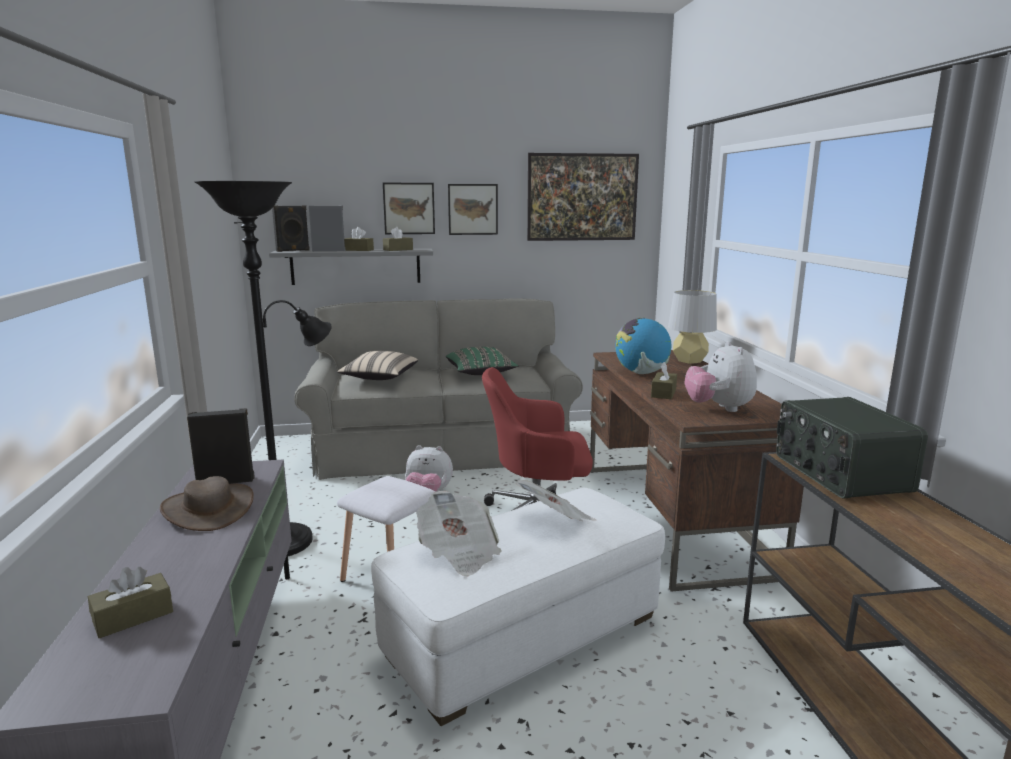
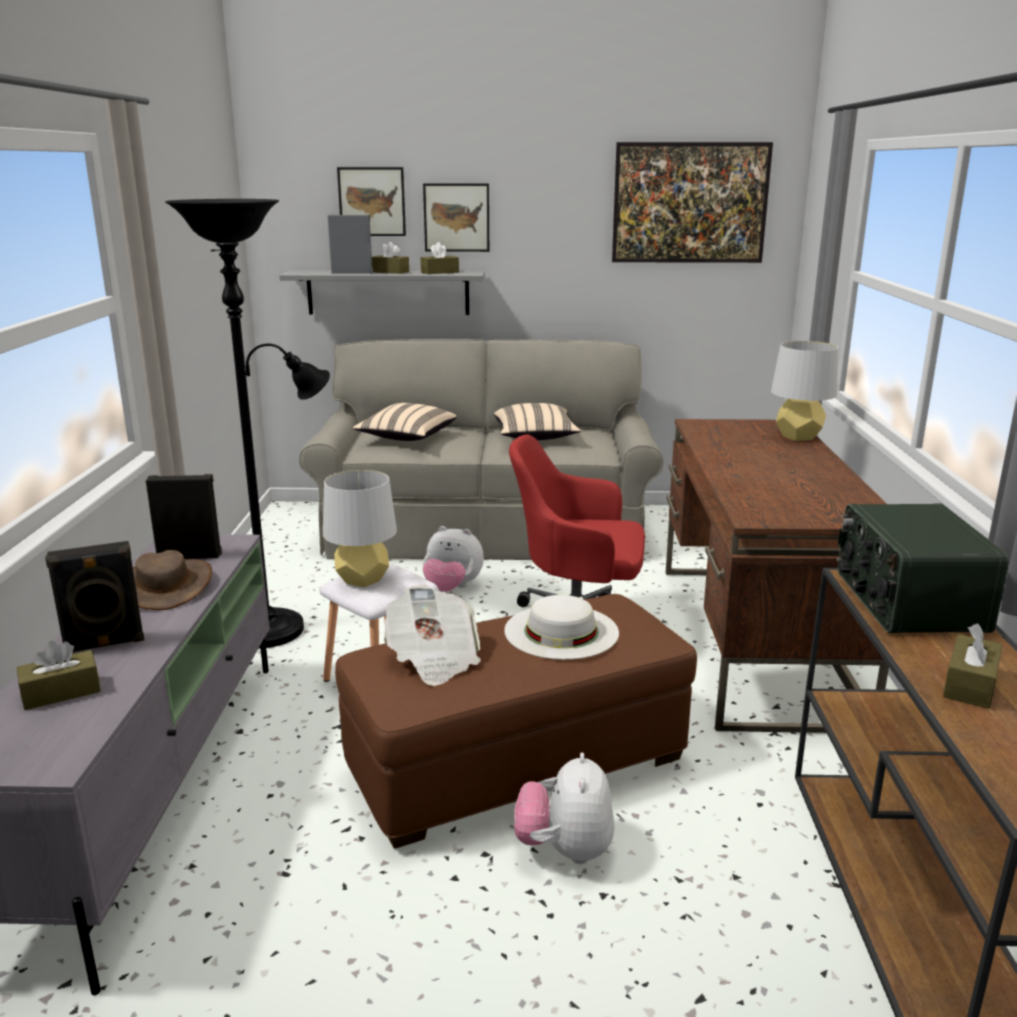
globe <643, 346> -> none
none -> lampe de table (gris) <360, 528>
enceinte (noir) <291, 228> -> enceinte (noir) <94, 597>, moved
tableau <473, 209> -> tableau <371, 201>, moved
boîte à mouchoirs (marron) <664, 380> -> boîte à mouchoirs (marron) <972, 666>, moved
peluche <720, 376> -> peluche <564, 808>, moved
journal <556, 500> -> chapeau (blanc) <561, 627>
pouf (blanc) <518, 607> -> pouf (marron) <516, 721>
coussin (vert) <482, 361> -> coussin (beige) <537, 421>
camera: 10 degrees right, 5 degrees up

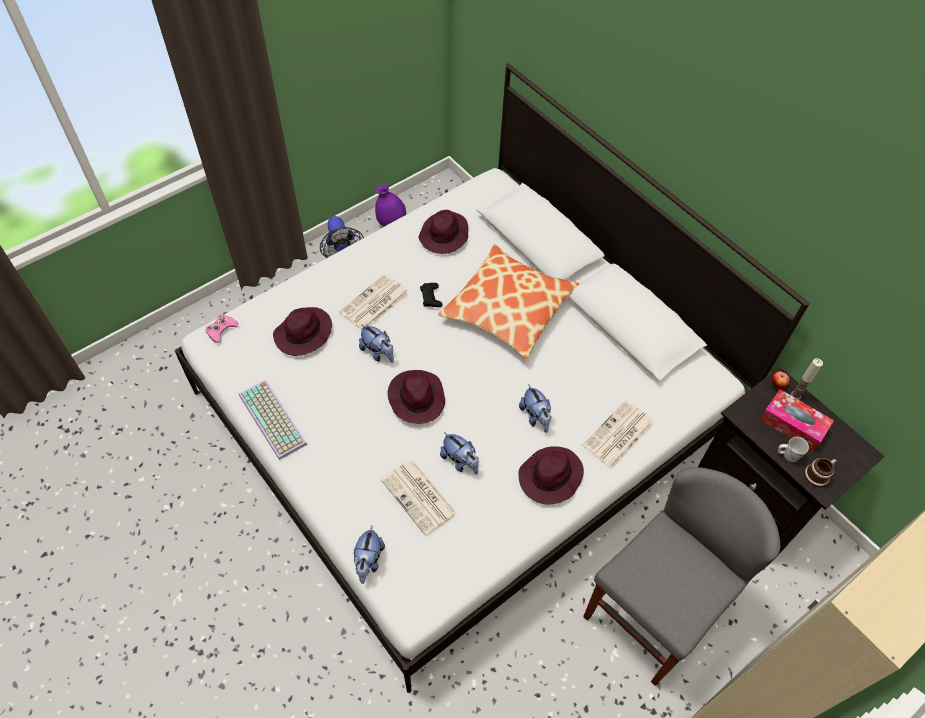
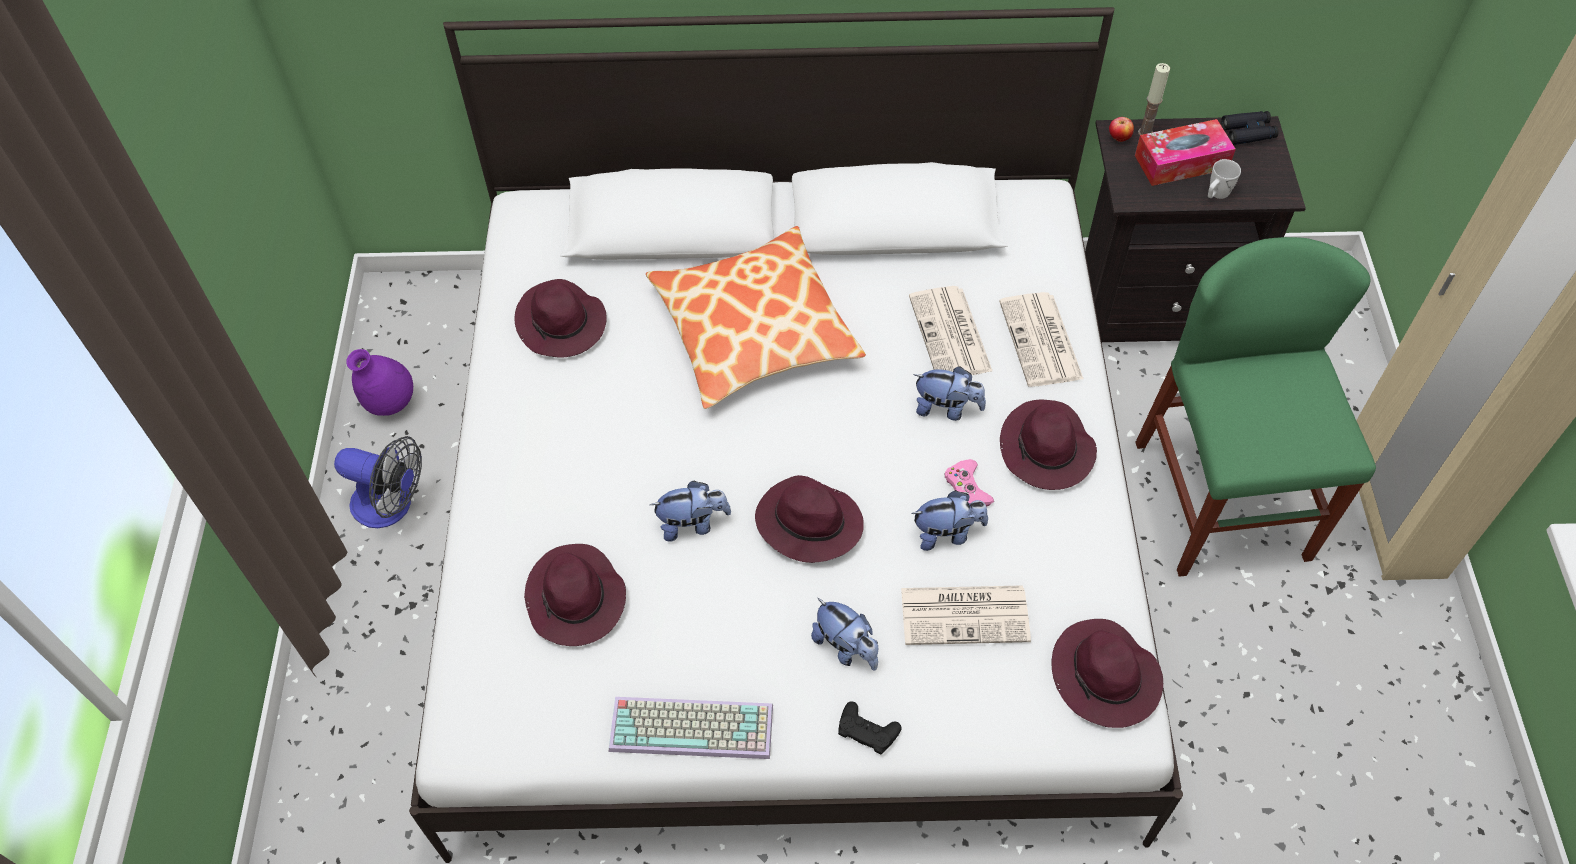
mug <820, 472> -> none
none -> chapeau (violet) <1107, 673>
none -> jumelles (noir) <1249, 128>
manette (rose) <222, 329> -> manette (rose) <969, 482>, moved
journal <374, 302> -> journal <951, 330>, moved
peluche <369, 555> -> peluche <844, 634>, moved
manette (noir) <431, 295> -> manette (noir) <870, 728>, moved
chaise (gris) <681, 576> -> chaise (vert) <1255, 407>
camera: 50 degrees left, 0 degrees up

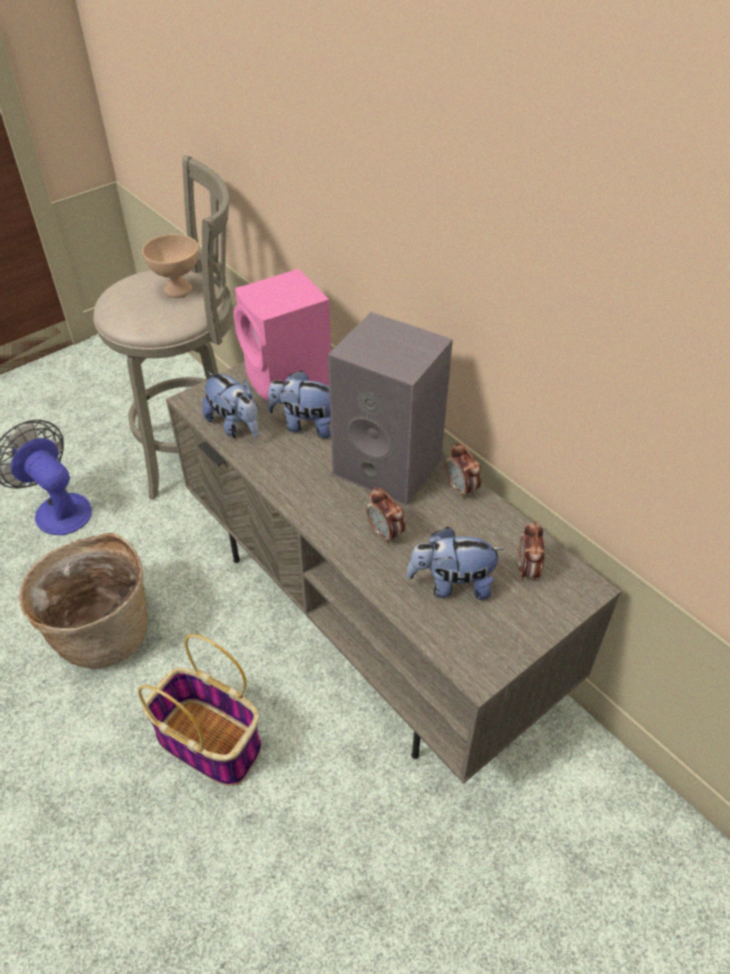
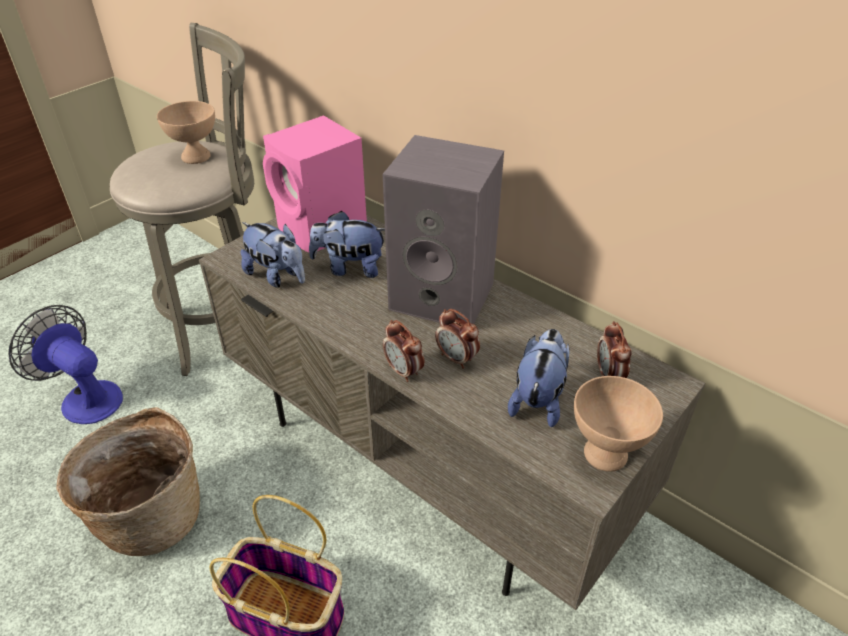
none -> bol (beige) <618, 424>
réveil <463, 471> -> réveil <403, 351>, moved
peluche <455, 563> -> peluche <539, 378>, 120 degrees clockwise
camera: 10 degrees left, 5 degrees down

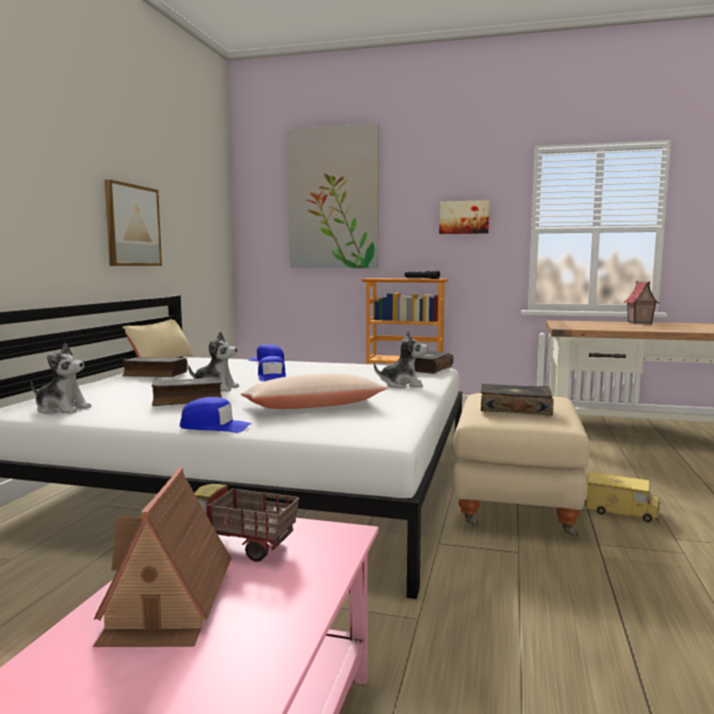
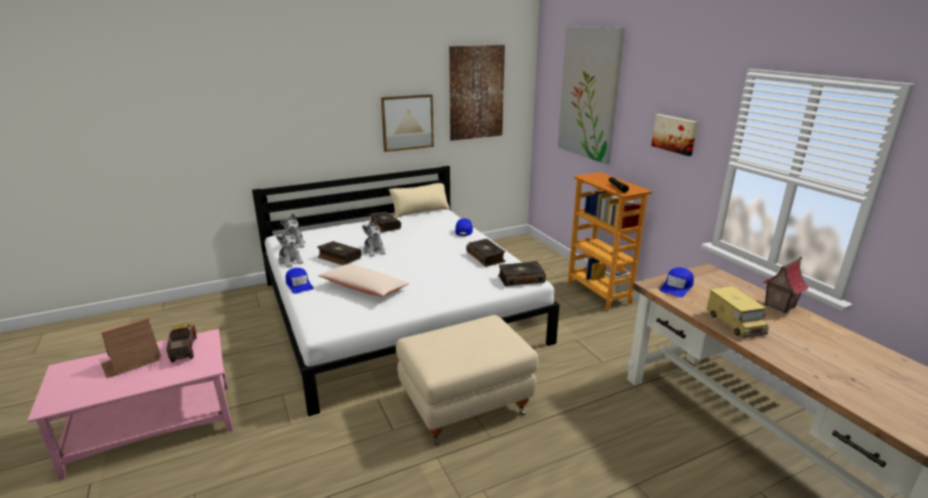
none -> tableau <477, 93>
casquette (bleu) <272, 368> -> casquette (bleu) <677, 282>, moved
peluche <401, 359> -> peluche <289, 247>, moved
livre <517, 400> -> livre <486, 253>, moved
camion jouet <623, 497> -> camion jouet <738, 312>, moved
camera: 50 degrees right, 15 degrees up

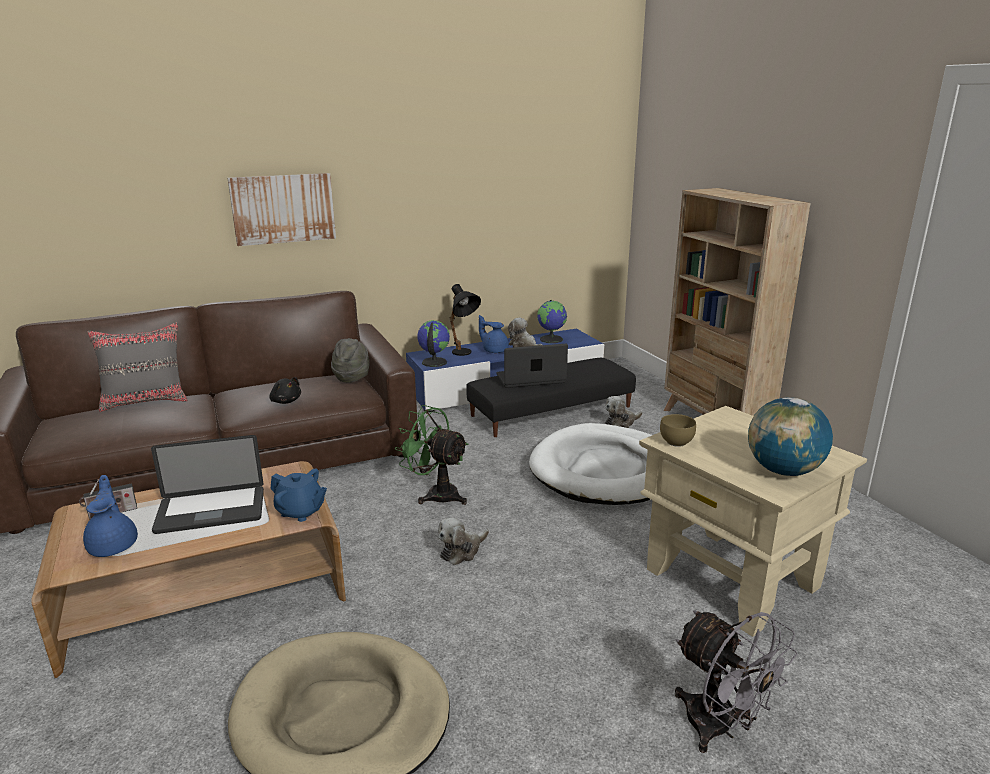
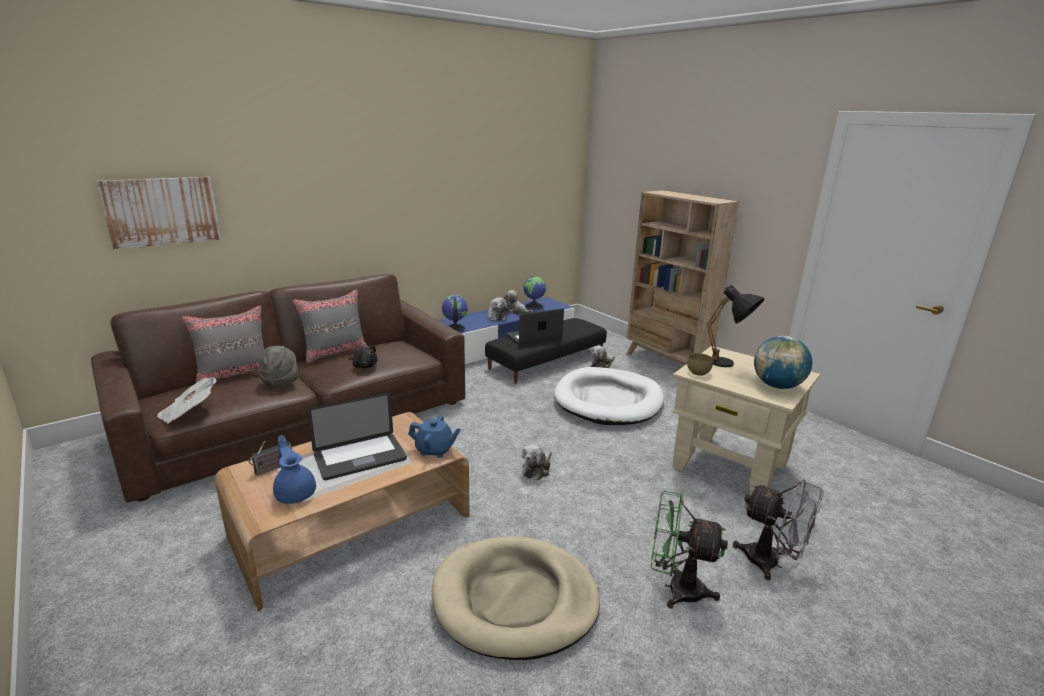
none -> journal <187, 400>
none -> coussin (gris) <330, 327>
tableau <282, 209> -> tableau <159, 213>, moved
chapeau (gris) <350, 360> -> chapeau (gris) <278, 367>, moved
ventilateur (vert) <432, 455> -> ventilateur (vert) <689, 550>, moved
lampe de table (noir) <465, 320> -> lampe de table (noir) <735, 326>, moved
théière (bleu) <494, 334> -> peluche <498, 309>
camera: 15 degrees left, 0 degrees up

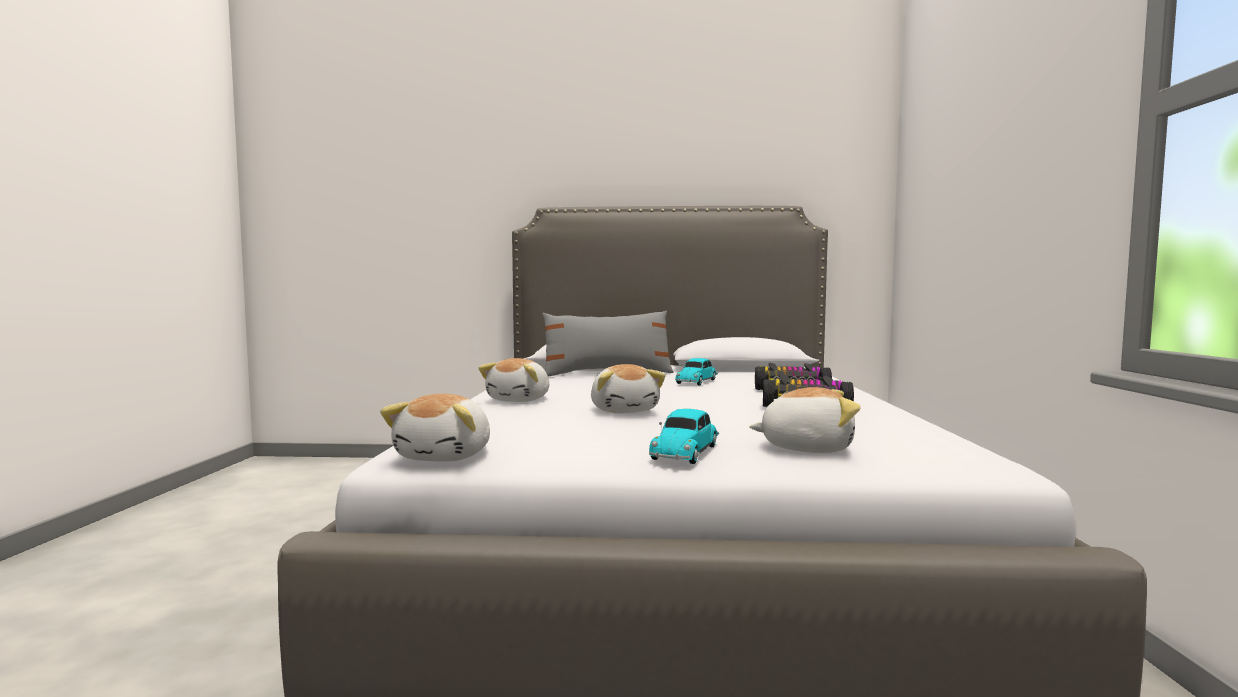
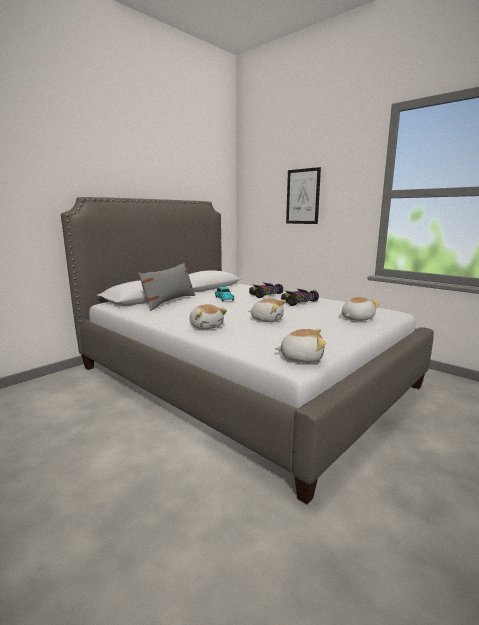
petite voiture <684, 436> -> none
none -> tableau <303, 195>
peluche <435, 428> -> peluche <300, 345>, 45 degrees counterclockwise
camera: 50 degrees left, 10 degrees up

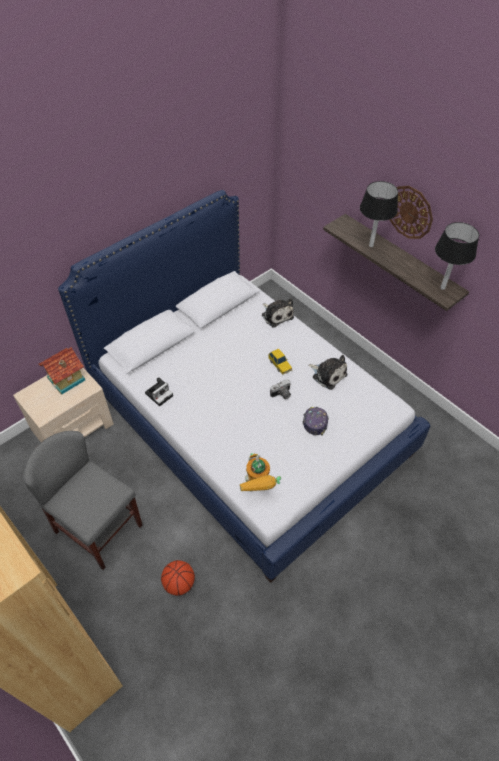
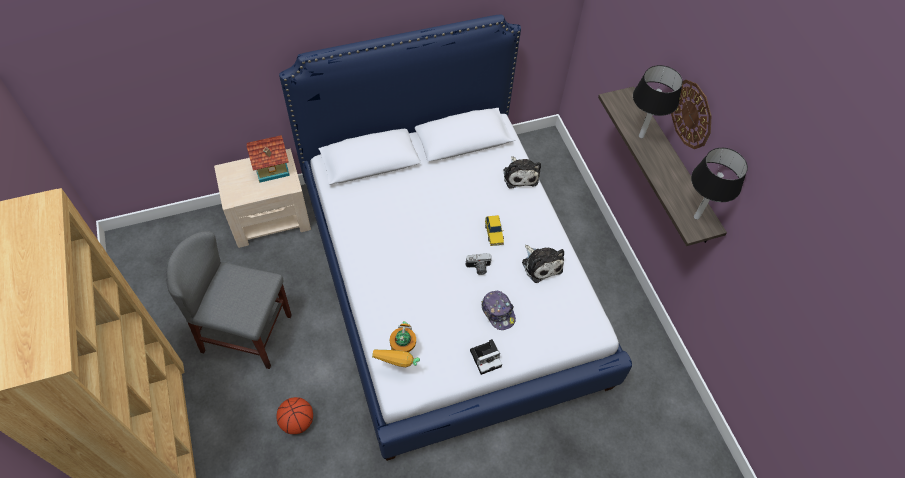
appareil photo <159, 391> -> appareil photo <486, 357>, moved
chaise (gris) <83, 500> -> chaise (gris) <229, 300>, 45 degrees counterclockwise
casquette <316, 421> -> casquette <498, 310>, 120 degrees clockwise
camera: 20 degrees right, 5 degrees up

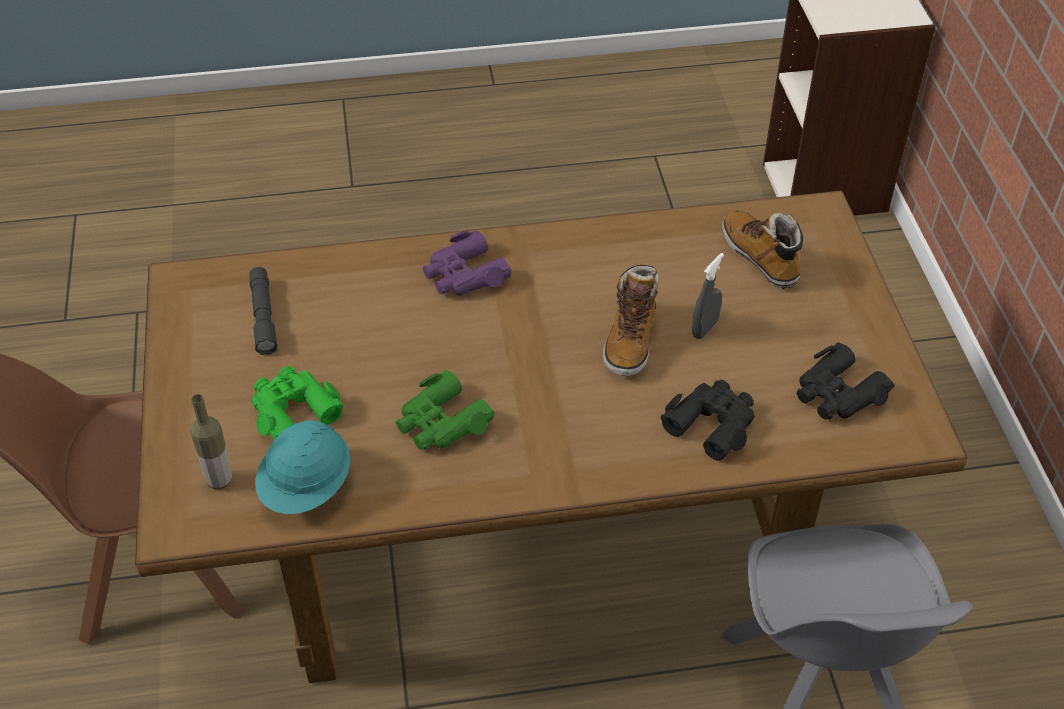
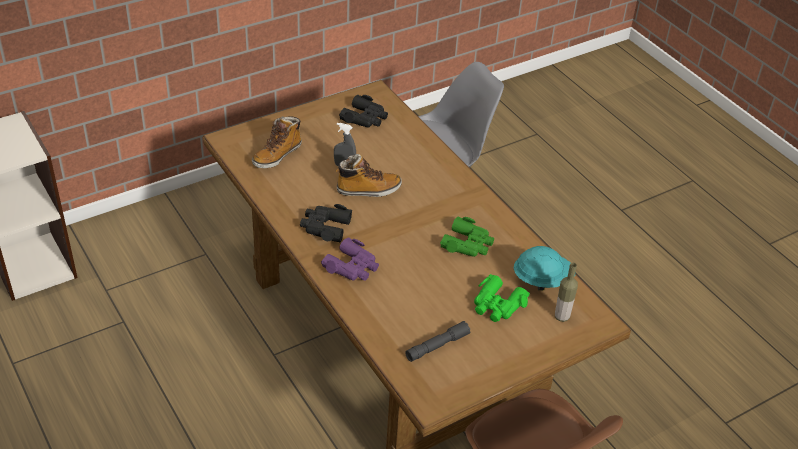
jumelles (noir) <707, 420> -> jumelles (noir) <326, 223>, moved
camera: 115 degrees left, 5 degrees down

